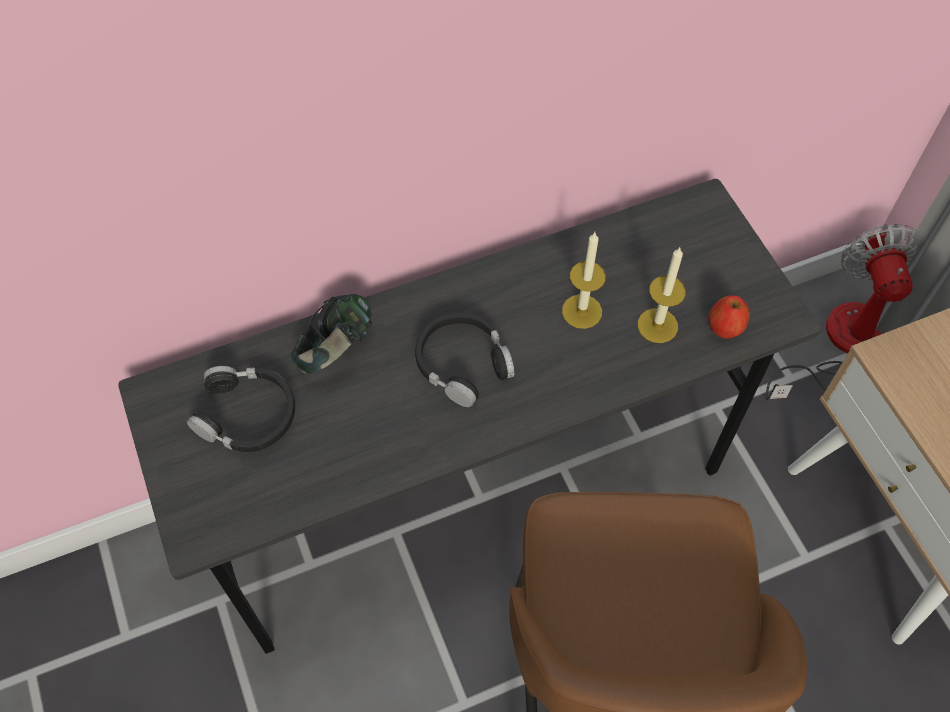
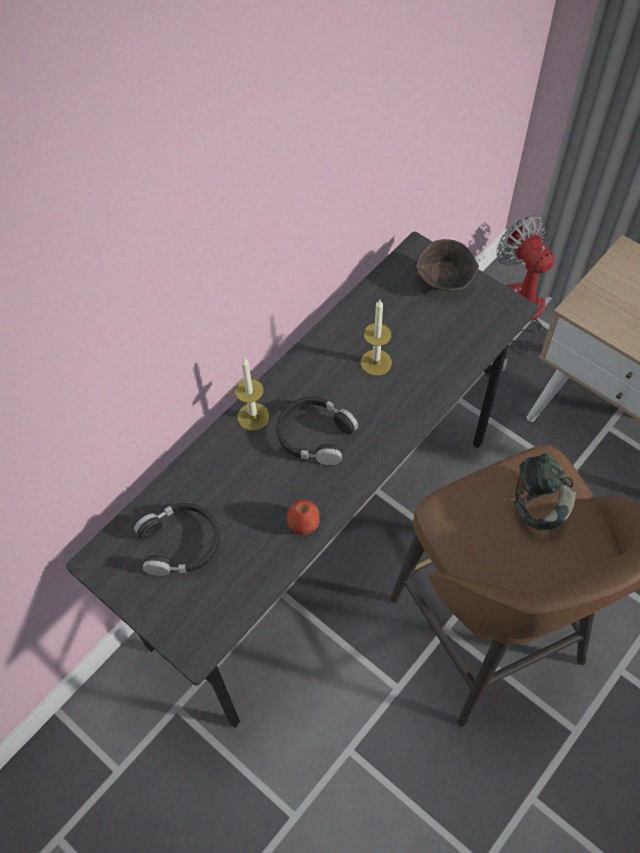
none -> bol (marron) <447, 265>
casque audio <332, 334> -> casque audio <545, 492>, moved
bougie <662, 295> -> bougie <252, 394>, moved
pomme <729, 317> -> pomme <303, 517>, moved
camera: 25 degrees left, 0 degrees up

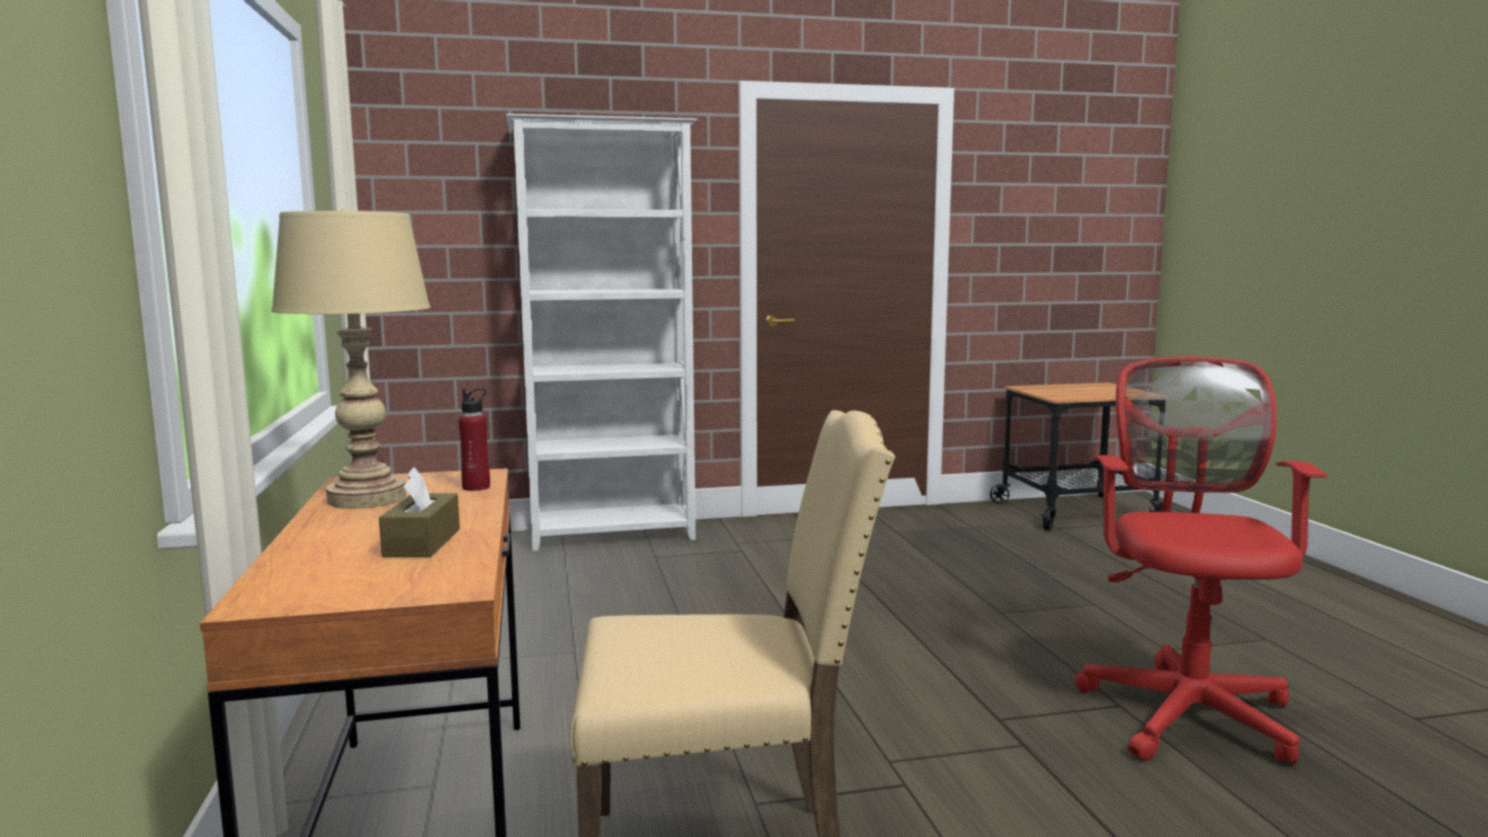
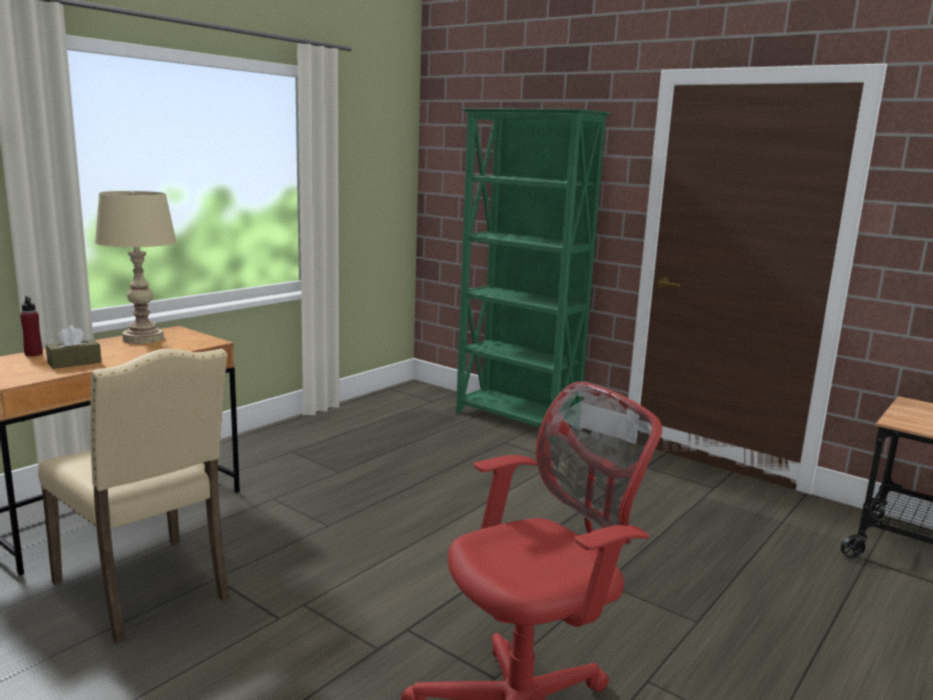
bouteille (rouge) <474, 439> -> bouteille (rouge) <31, 326>, moved
bibliothèque (blanc) <601, 332> -> bibliothèque (vert) <533, 268>
camera: 50 degrees right, 5 degrees up

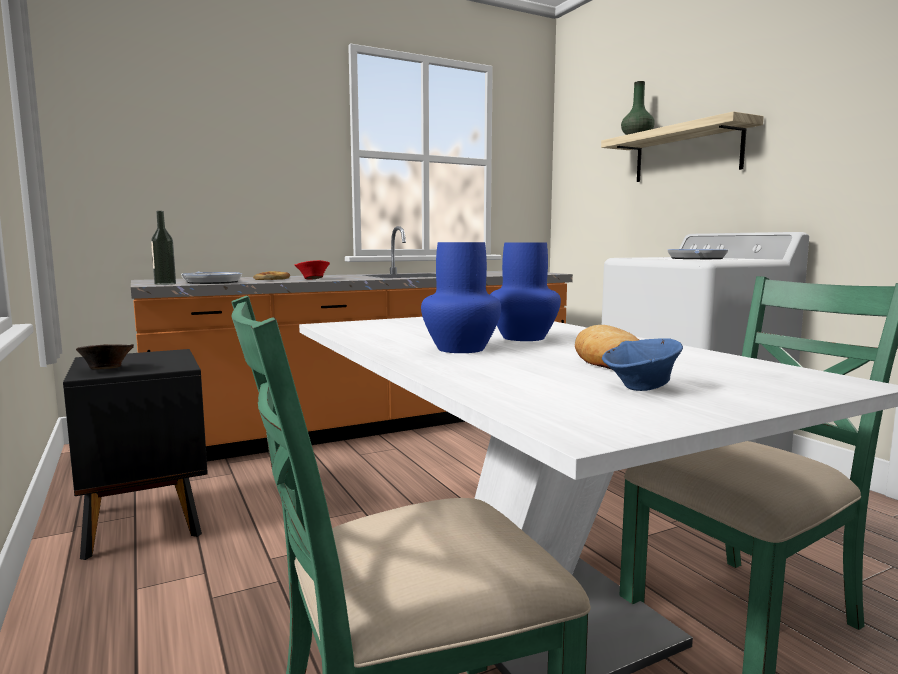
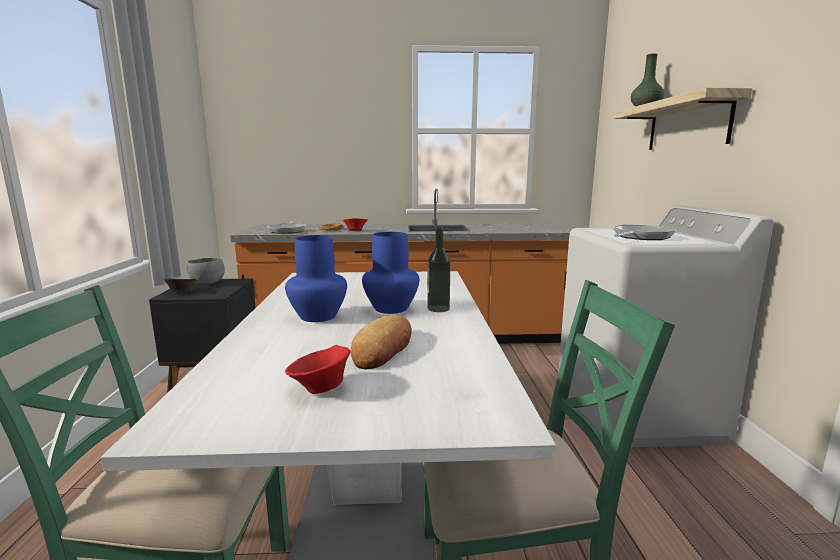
none -> bol (gris) <205, 271>
bouteille <163, 248> -> bouteille <439, 269>, moved
bol (bleu) <642, 364> -> bol (rouge) <318, 369>
camera: 25 degrees right, 5 degrees up

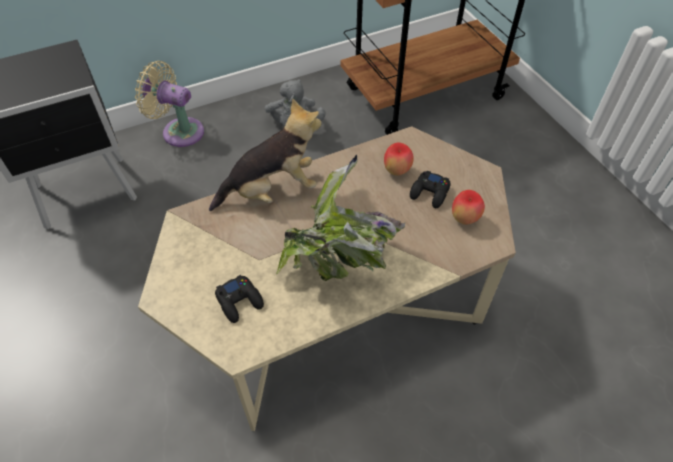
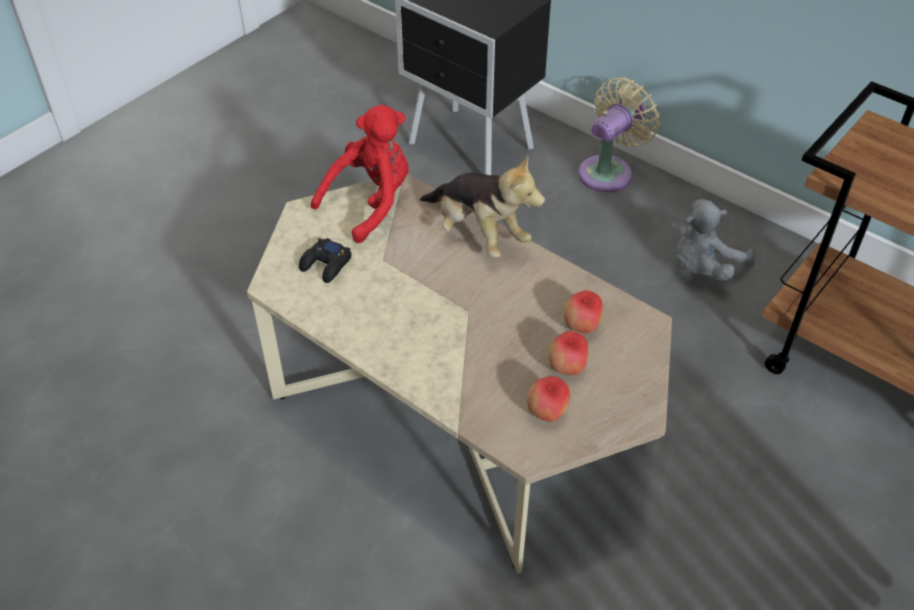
plante en pot <339, 218> -> none
none -> peluche (rouge) <360, 174>
manette (noir) <430, 189> -> pomme <568, 353>
ventilateur (beige) <169, 104> -> ventilateur (beige) <619, 134>, 45 degrees clockwise
camera: 65 degrees right, 5 degrees down

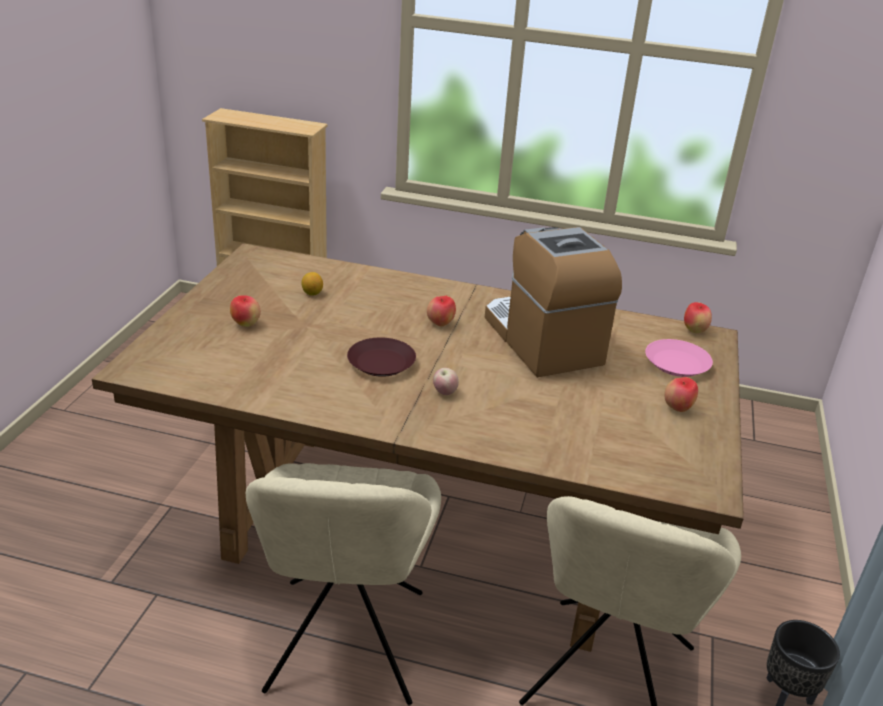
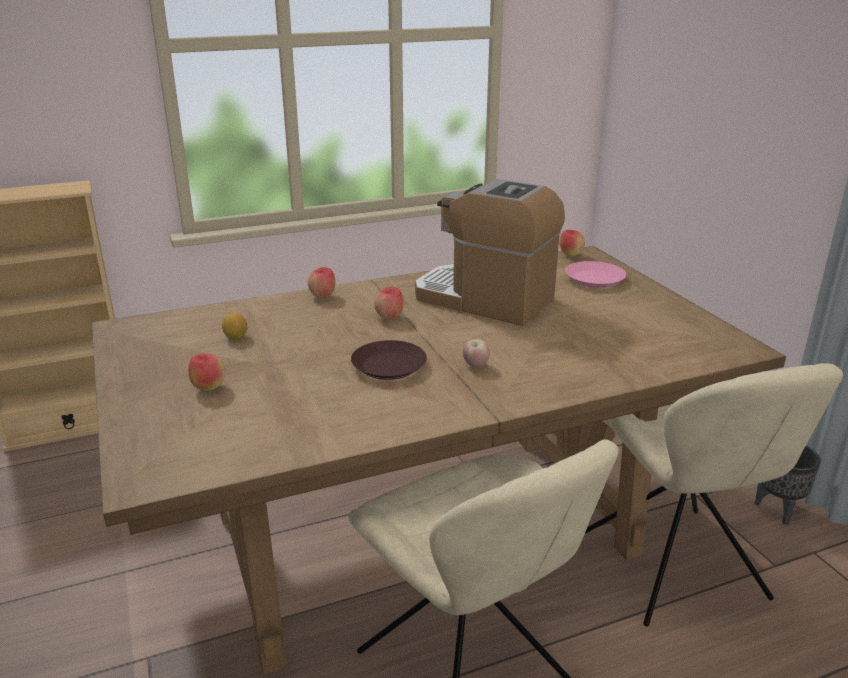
pomme <681, 394> -> pomme <321, 282>, moved
camera: 35 degrees left, 5 degrees down

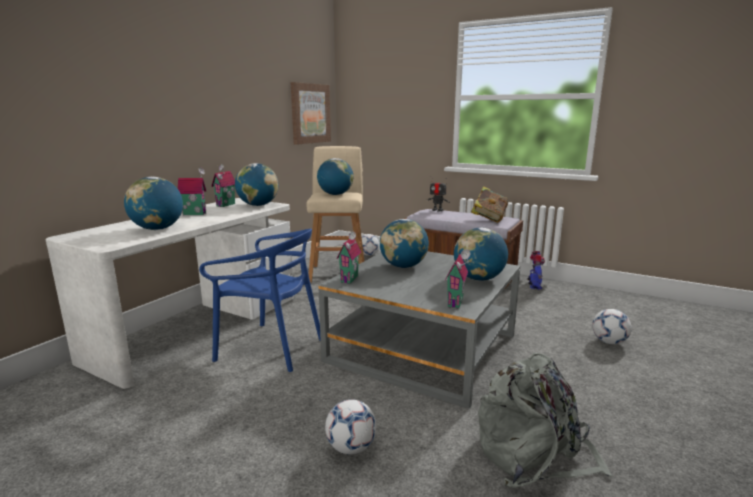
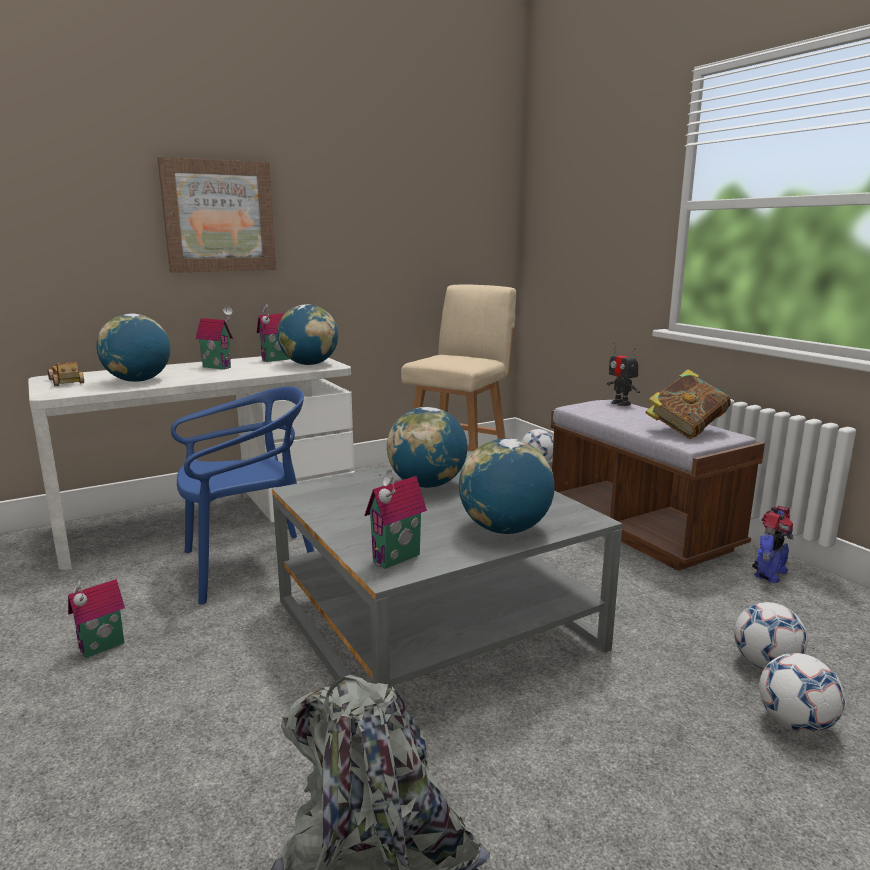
globe <335, 176> -> none
none -> petite voiture <66, 374>
tableau <311, 113> -> tableau <216, 215>, moved
ballon de foot <350, 427> -> ballon de foot <771, 635>, moved
maison miniature <349, 258> -> maison miniature <96, 618>, moved
chaise (bleu) <260, 300> -> chaise (bleu) <242, 495>, 75 degrees counterclockwise
camera: 30 degrees right, 0 degrees up

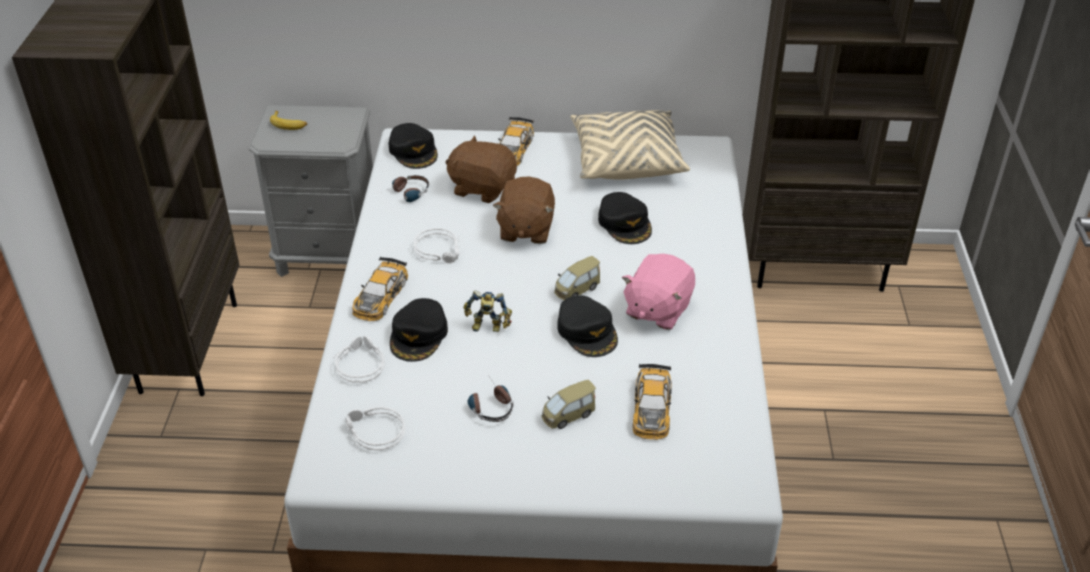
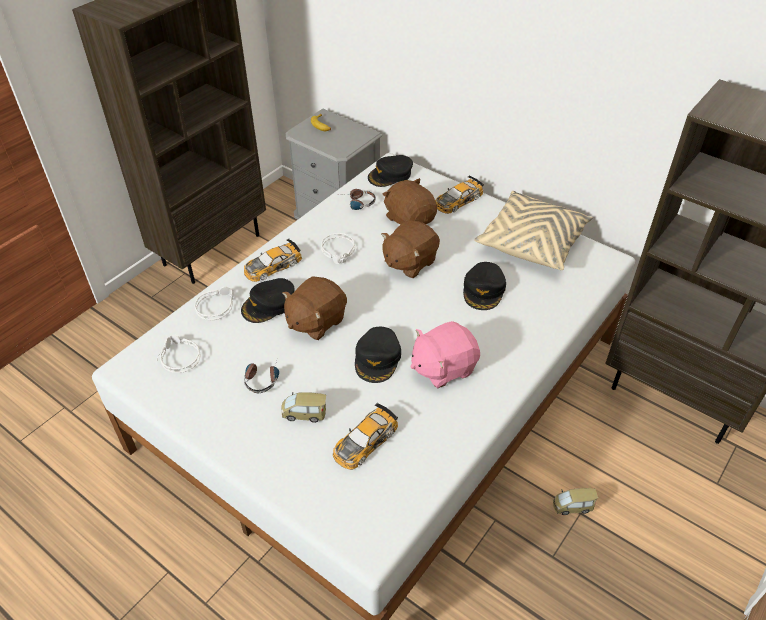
petite voiture <577, 278> -> petite voiture <575, 501>, moved
robot jouet <487, 311> -> peluche (marron) <314, 308>
casquette (noir) <413, 146> -> casquette (noir) <390, 171>, 45 degrees clockwise
camera: 35 degrees right, 5 degrees up

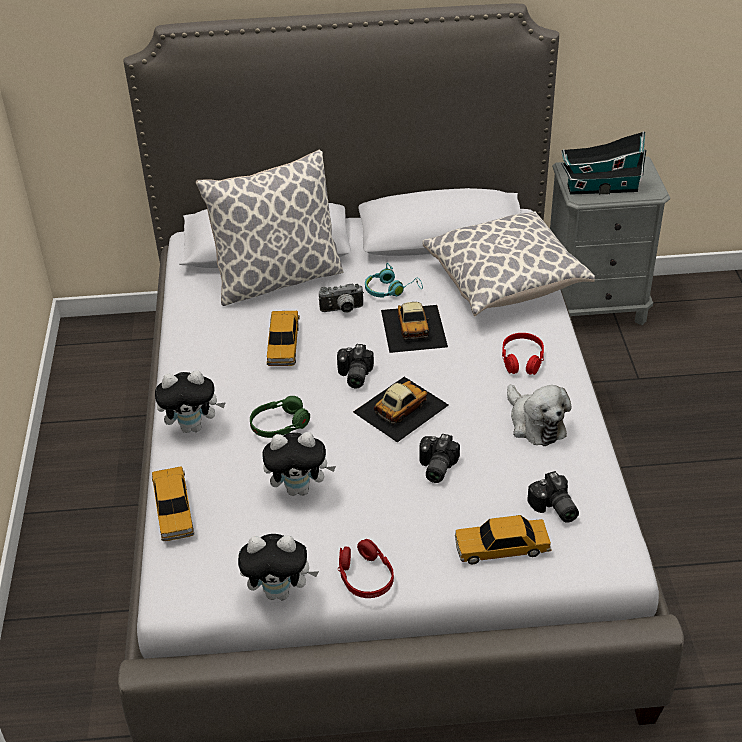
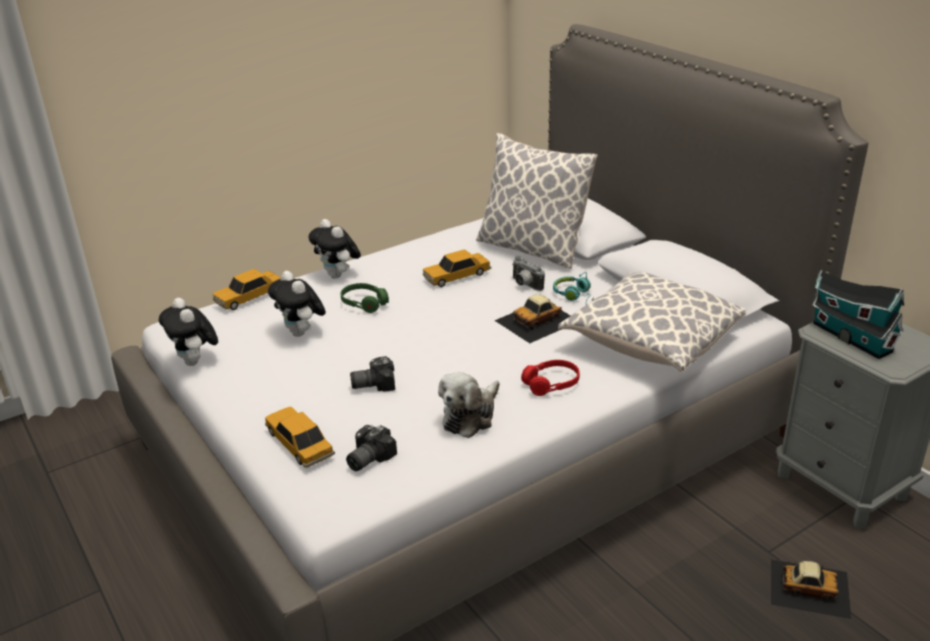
appareil photo <355, 366> -> none
casque audio (rouge) <366, 568> -> none
petite voiture <401, 409> -> petite voiture <811, 589>, moved
camera: 60 degrees right, 10 degrees down

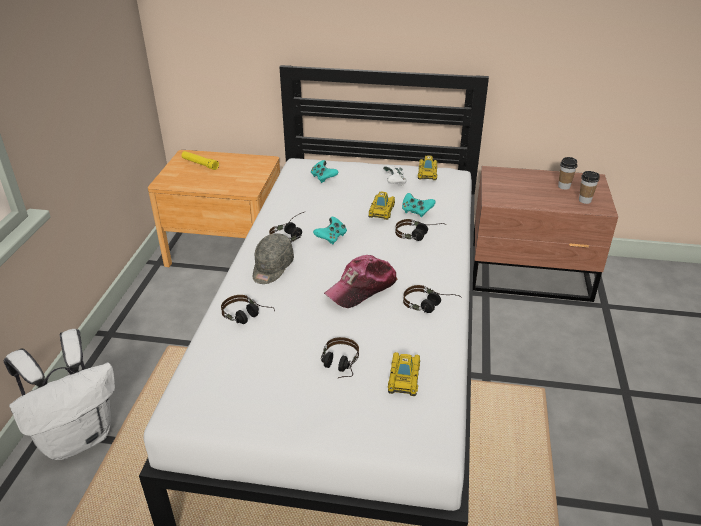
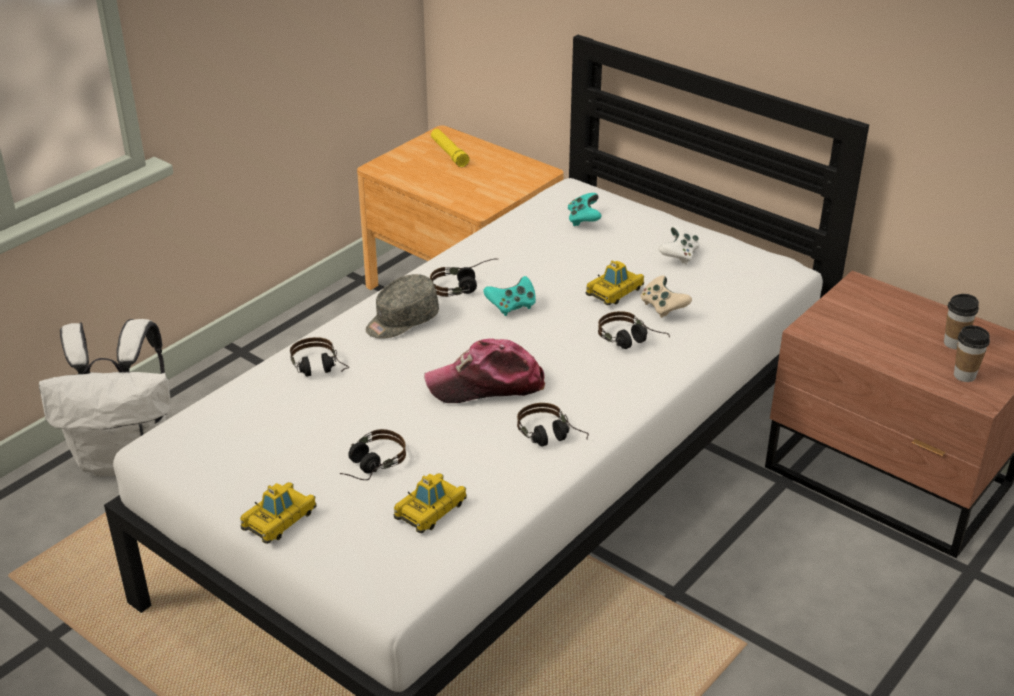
petite voiture <427, 167> -> petite voiture <278, 513>, moved
manette (turquoise) <418, 205> -> manette (beige) <666, 296>
camera: 30 degrees right, 0 degrees up

